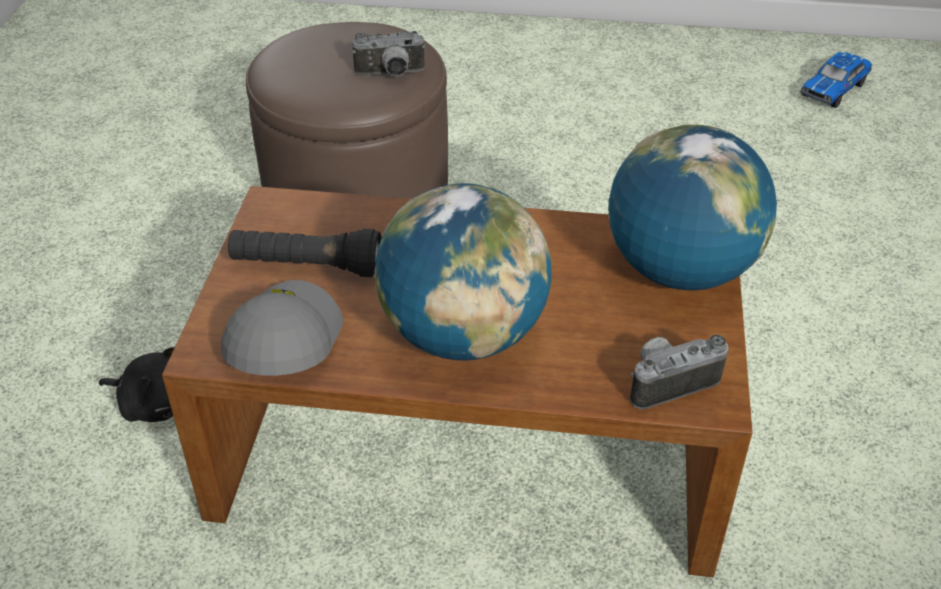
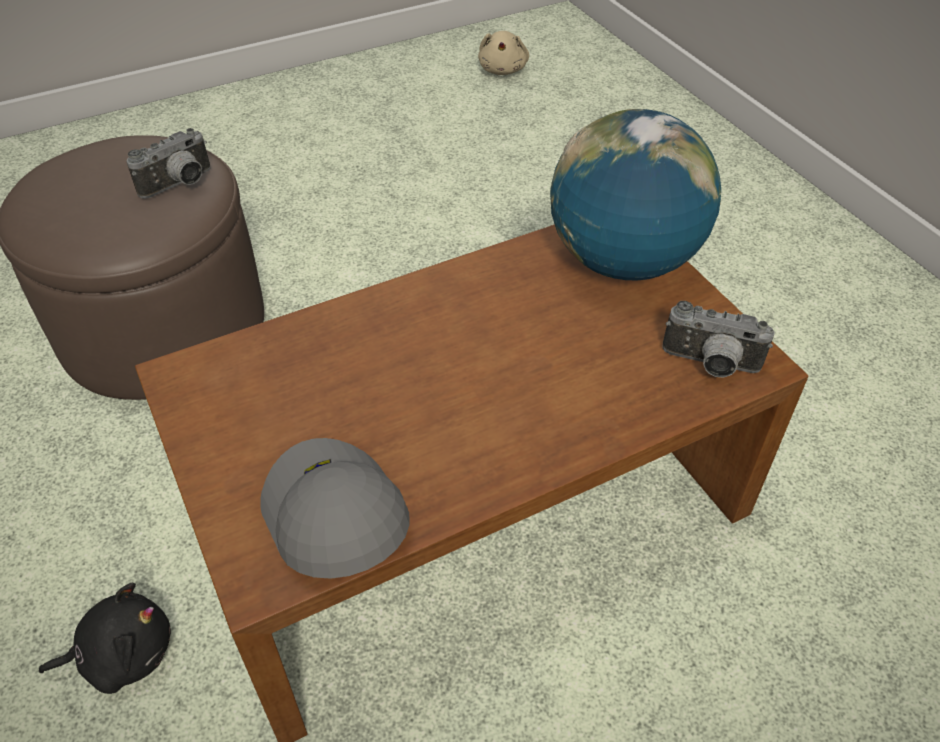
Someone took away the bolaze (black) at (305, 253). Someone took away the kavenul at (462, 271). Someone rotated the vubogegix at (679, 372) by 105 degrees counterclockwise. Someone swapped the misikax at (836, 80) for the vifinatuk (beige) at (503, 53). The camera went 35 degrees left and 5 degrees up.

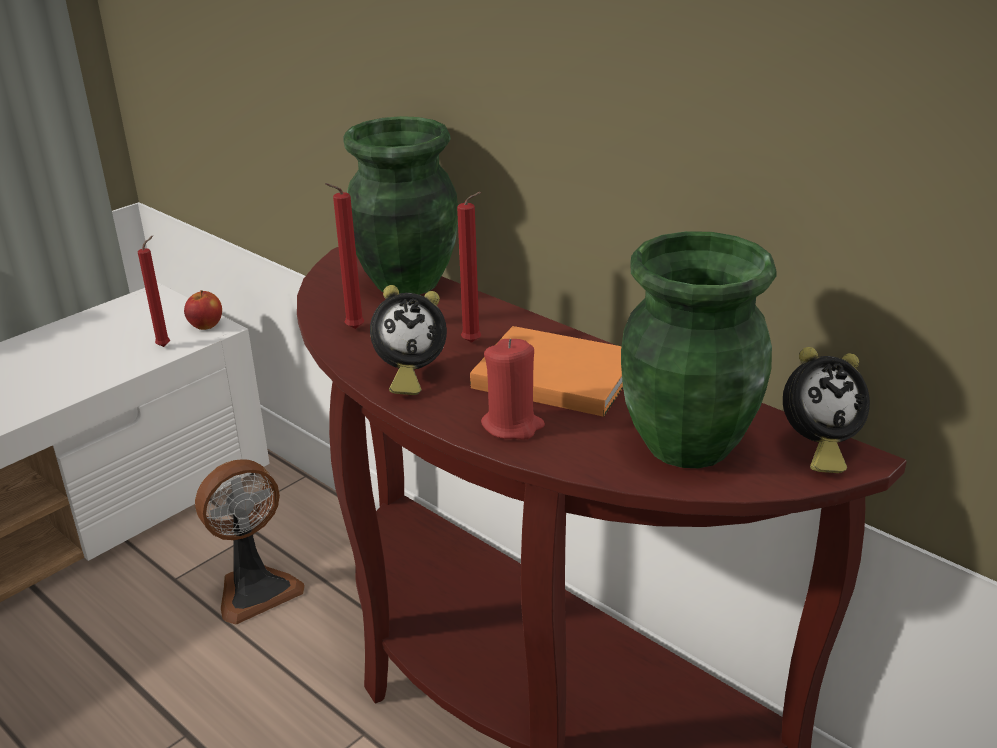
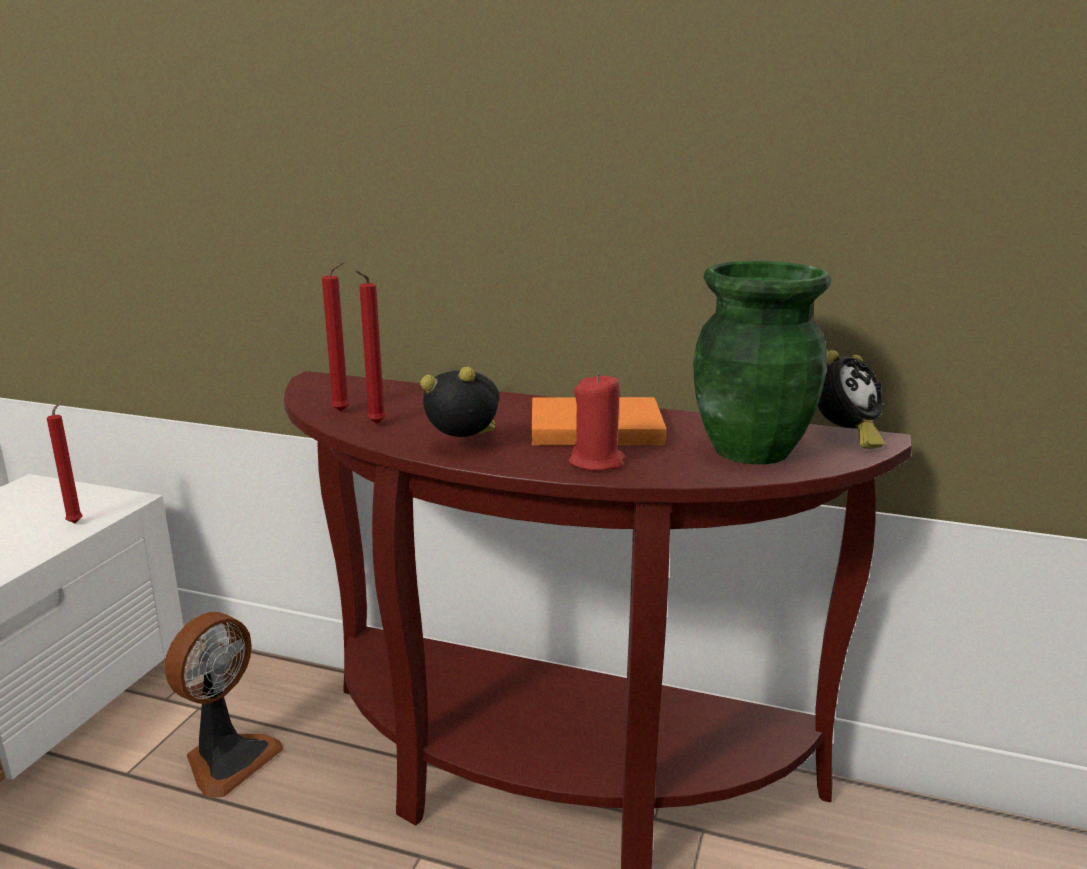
Someone took away the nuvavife at (203, 310). Someone took away the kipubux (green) at (400, 205). Someone rotated the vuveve at (408, 340) by 135 degrees counterclockwise. Someone carried the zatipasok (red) from (469, 267) to (336, 336). The camera went 25 degrees left and 10 degrees down.

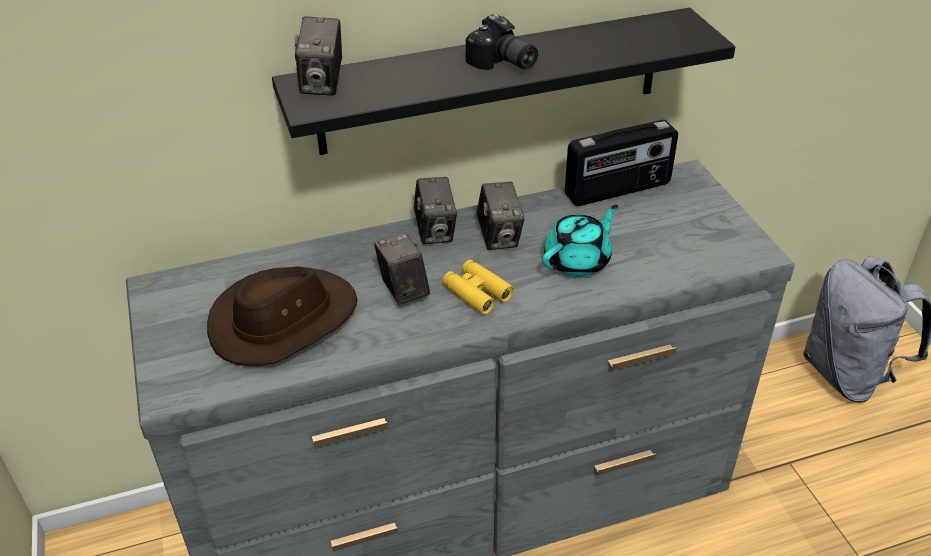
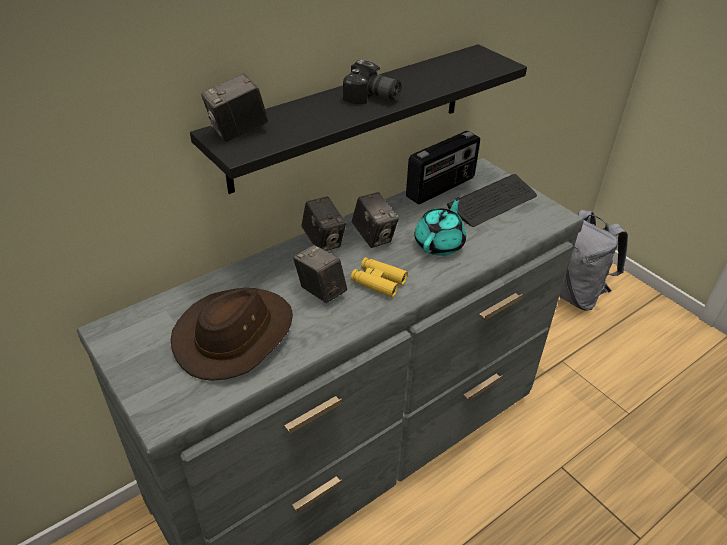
Someone rotated the vubogegix at (318, 56) by 75 degrees clockwise. Someone put down the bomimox at (492, 200). The camera went 20 degrees left and 0 degrees up.

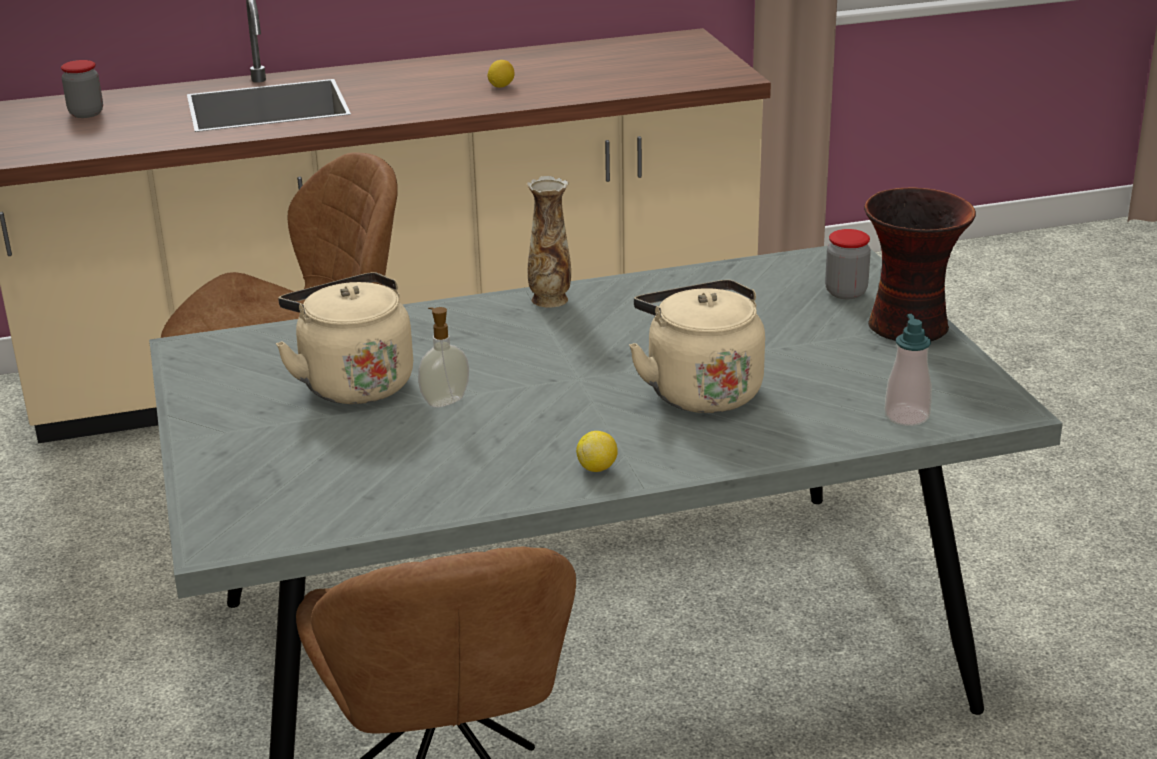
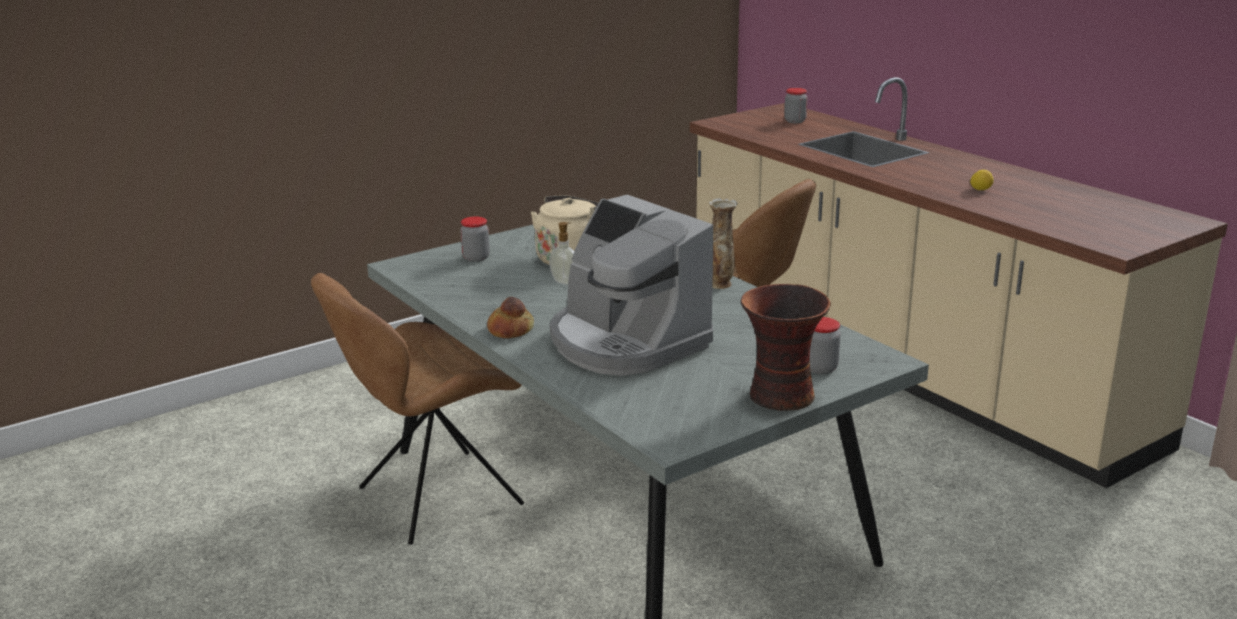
Someone swapped the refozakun at (597, 451) for the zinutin at (510, 317). Someone swapped the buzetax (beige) at (697, 346) for the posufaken at (631, 285). Someone took away the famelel at (908, 370). Someone put down the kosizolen at (475, 239). The camera went 70 degrees right and 5 degrees down.

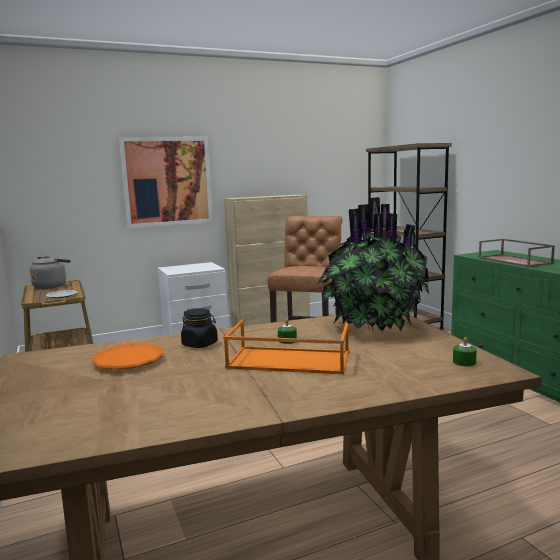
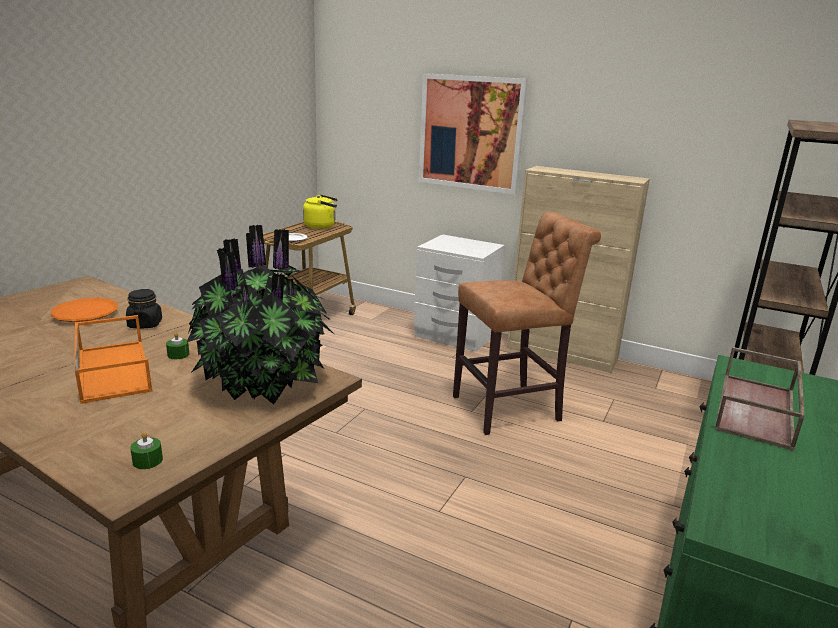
Someone repainted the buzetax (grey) at (50, 272), which became the buzetax (yellow) at (320, 212). The camera went 50 degrees right and 10 degrees up.

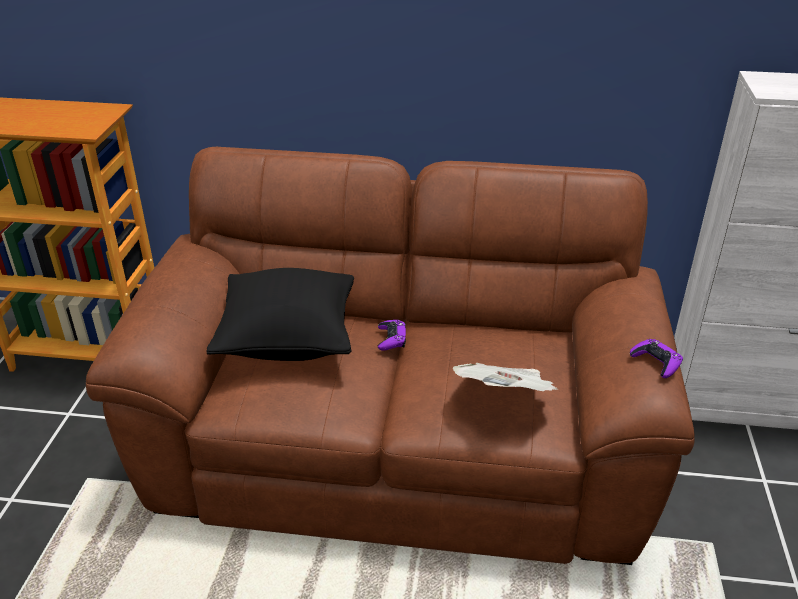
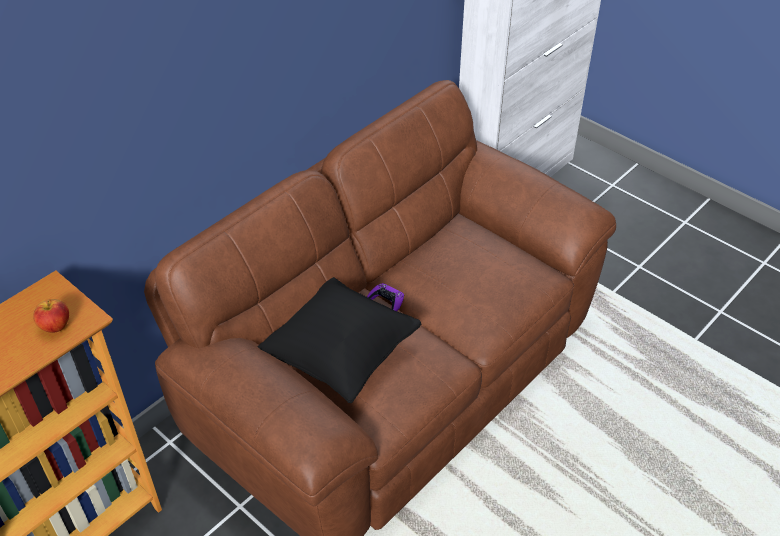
Someone took away the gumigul at (506, 377). Someone took away the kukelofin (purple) at (656, 358). Someone put down the nuvavife at (51, 316). The camera went 55 degrees left and 10 degrees up.

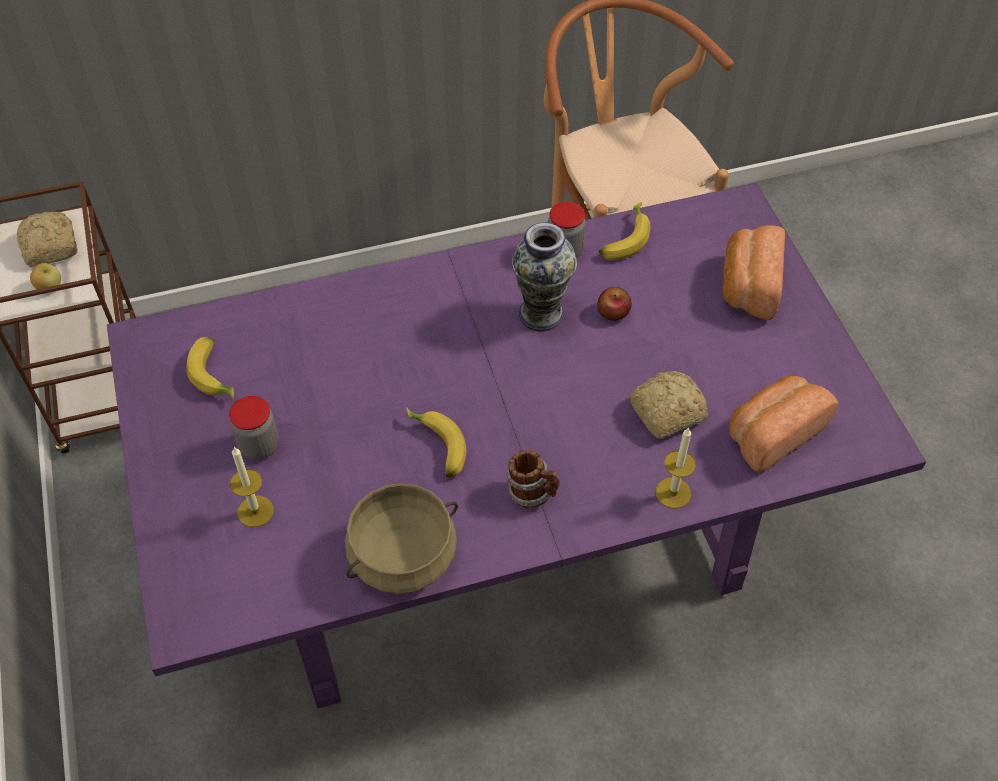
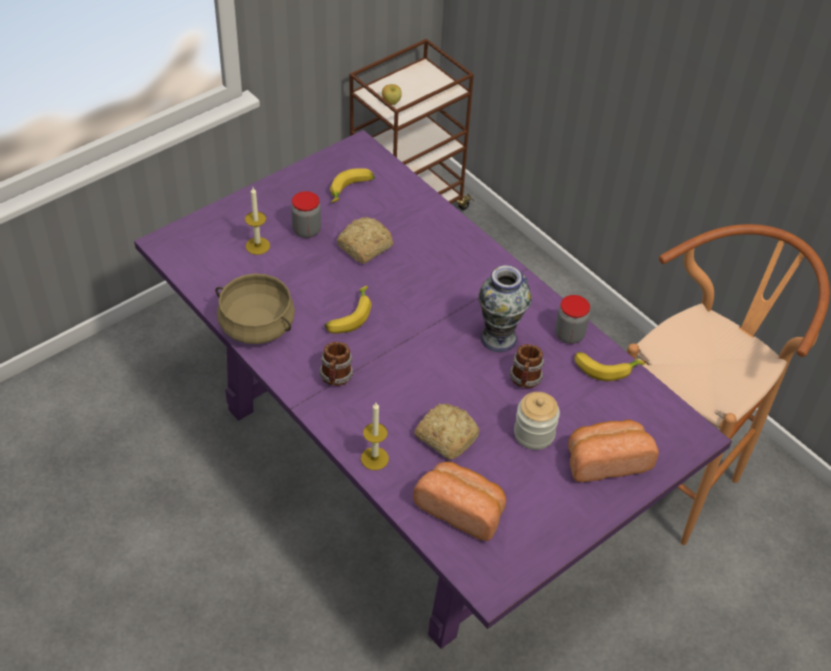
Someone carried the zinutin from (47, 239) to (365, 240). Someone swapped the nuvavife at (615, 304) for the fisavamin at (527, 366). Someone put down the kosizolen at (537, 421). The camera went 65 degrees right and 5 degrees down.

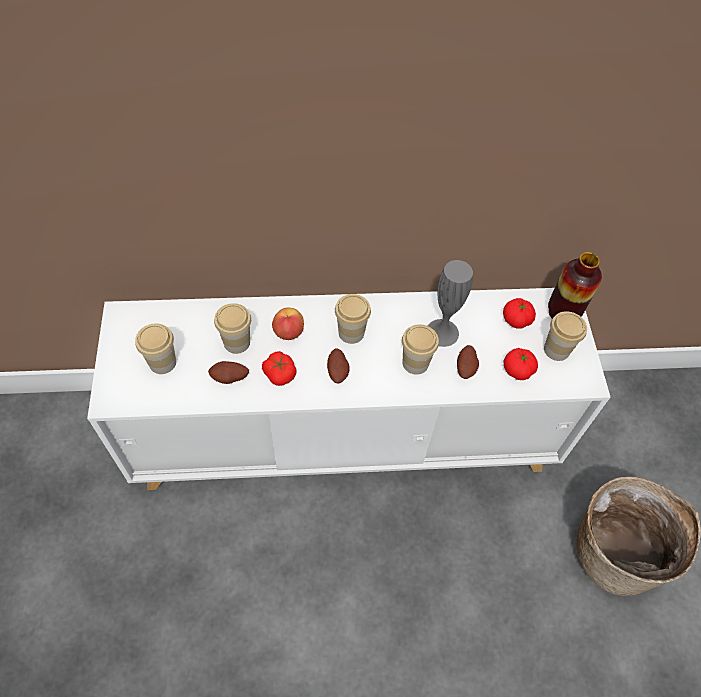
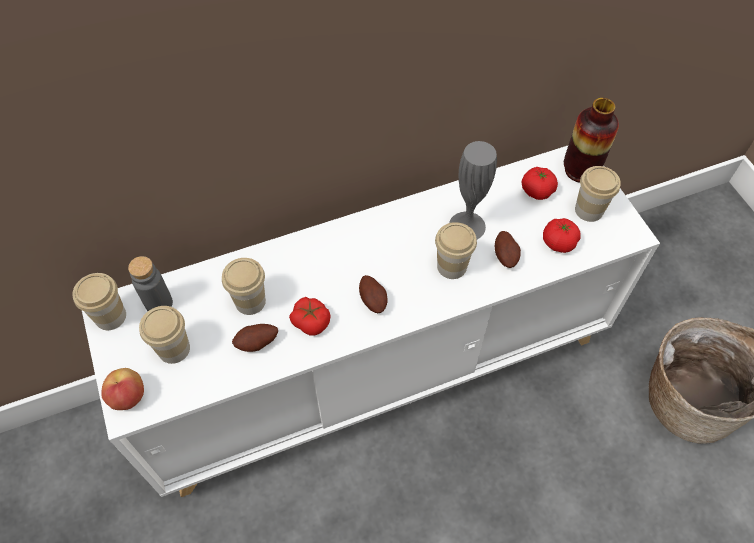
Someone carried the nuvavife from (288, 324) to (122, 389). Someone carried the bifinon from (353, 319) to (99, 301). Someone put down the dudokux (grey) at (150, 283). The camera went 15 degrees left and 0 degrees up.

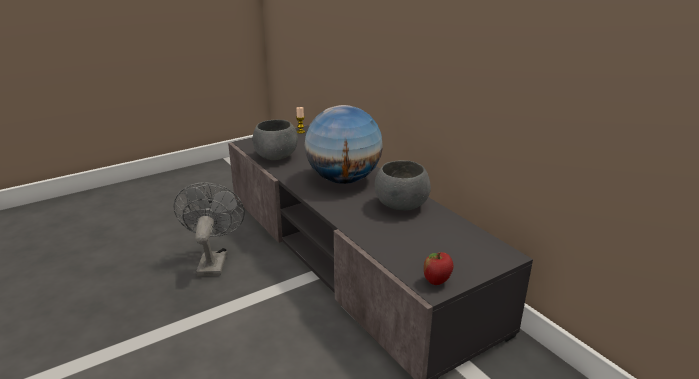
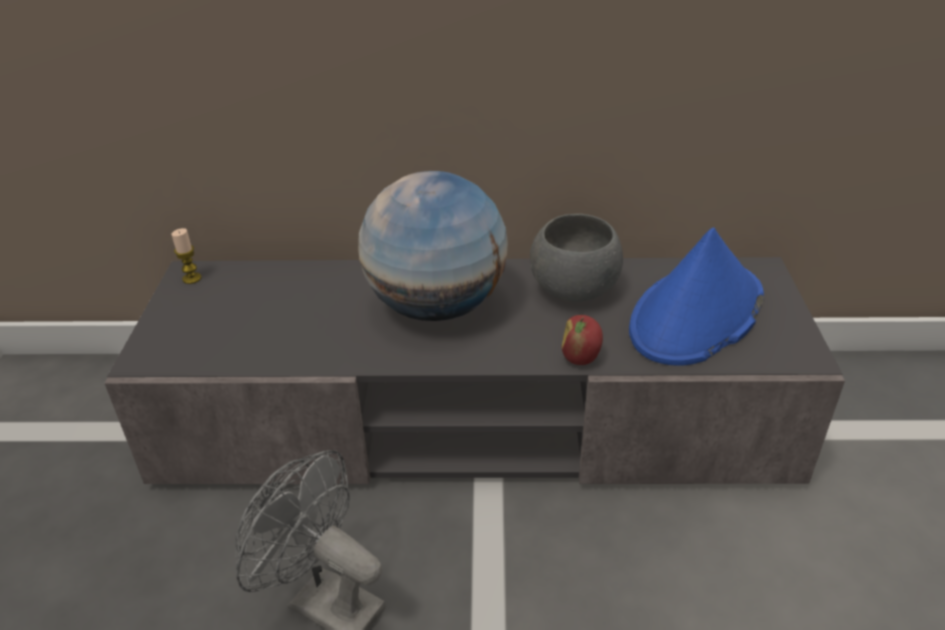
Someone took away the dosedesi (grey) at (275, 140). Someone carried the nuvavife from (438, 268) to (582, 340). Someone put down the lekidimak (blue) at (696, 297). The camera went 55 degrees left and 10 degrees up.

